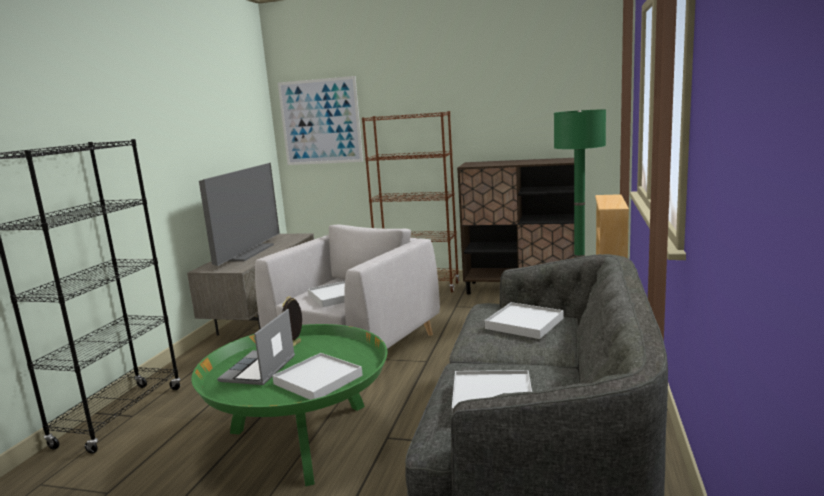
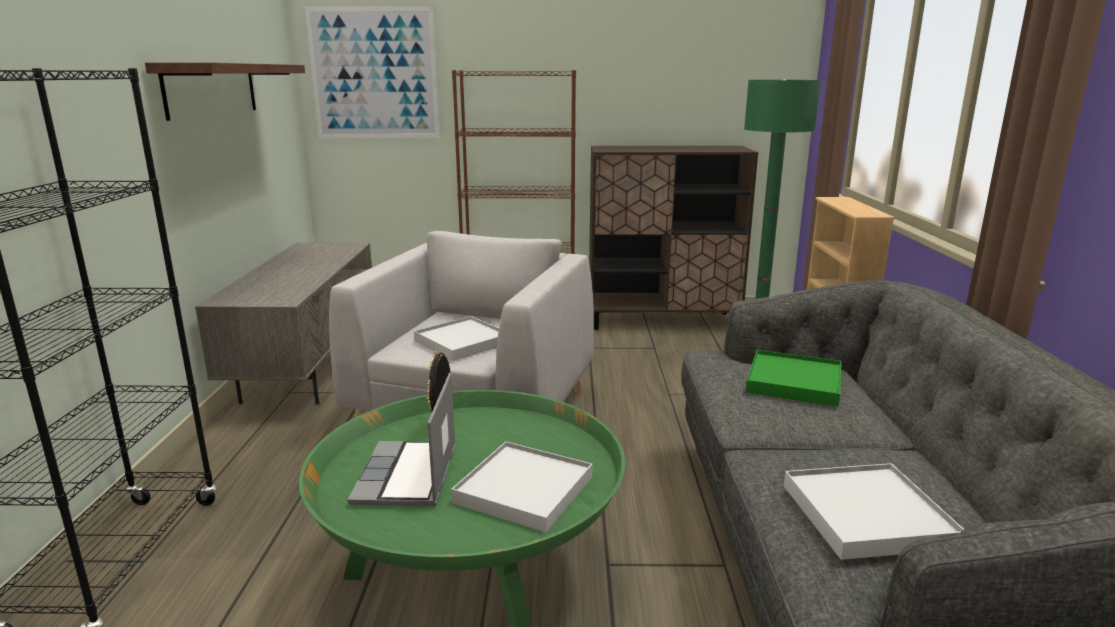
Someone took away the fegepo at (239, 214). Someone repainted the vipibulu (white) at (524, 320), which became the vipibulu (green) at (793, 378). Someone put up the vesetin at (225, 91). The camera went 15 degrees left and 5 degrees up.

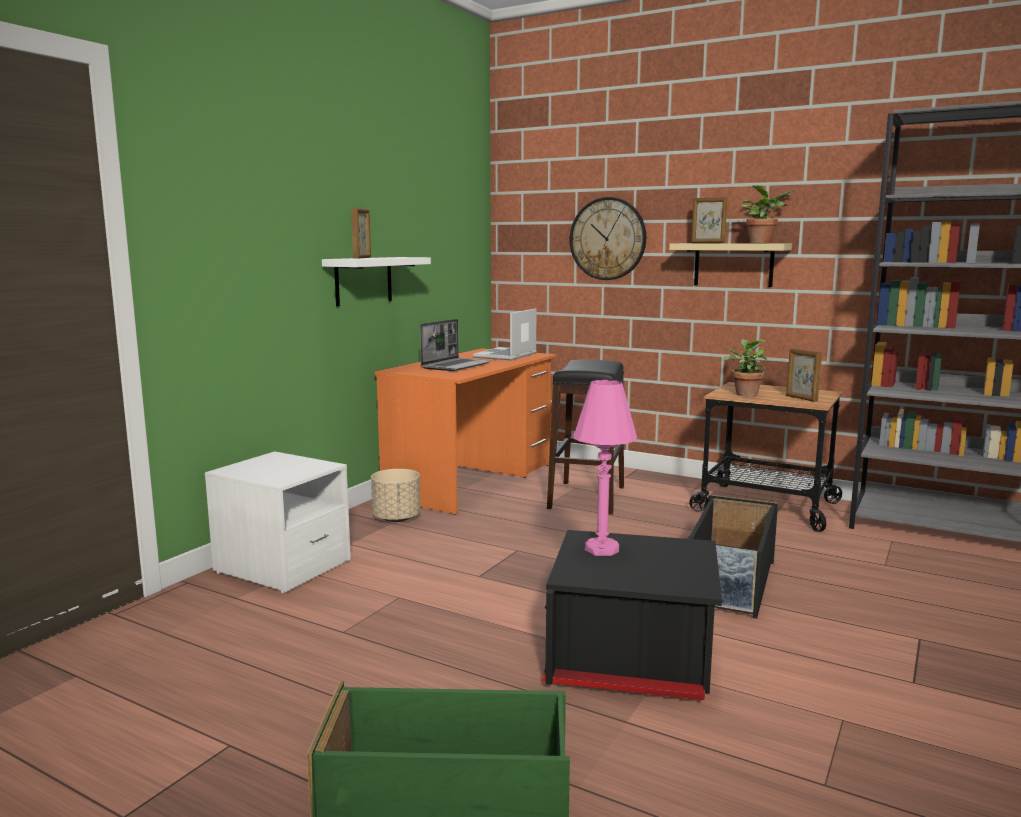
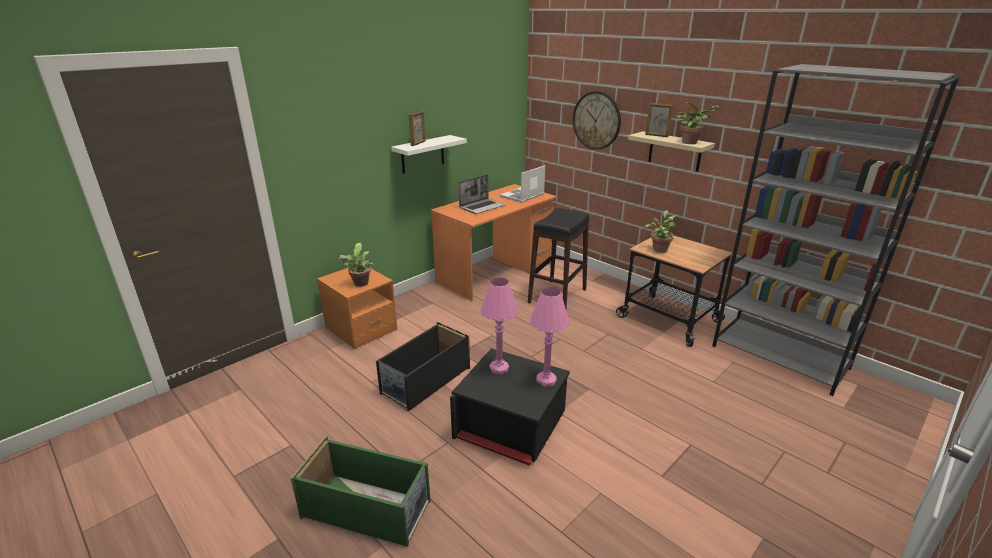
Someone repainted the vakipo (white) at (278, 522), which became the vakipo (orange) at (357, 308). Someone took away the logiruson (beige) at (395, 495). Someone carried the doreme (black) from (733, 557) to (423, 366). Someone took away the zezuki at (804, 375). Someone put down the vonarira at (356, 265). Someone put down the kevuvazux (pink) at (549, 337). The camera went 15 degrees right and 15 degrees up.

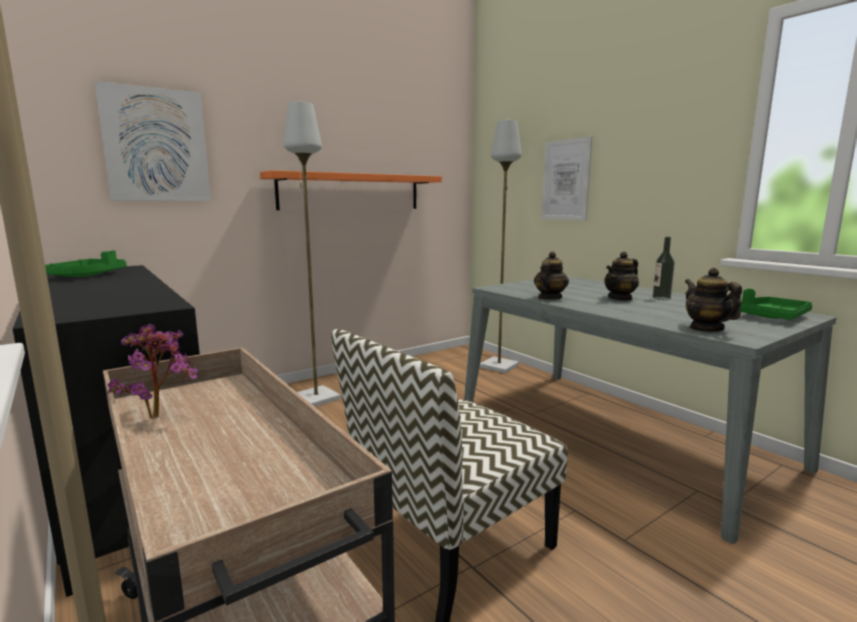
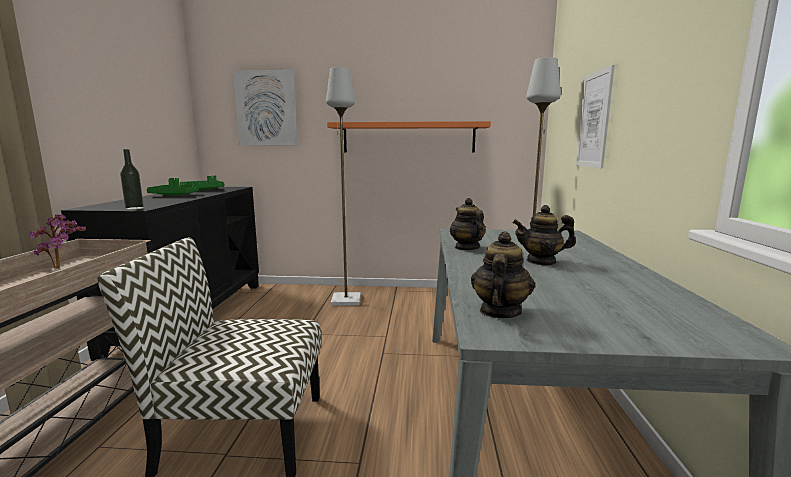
Someone rotated the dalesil at (551, 275) by 90 degrees counterclockwise. Someone carried the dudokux from (663, 268) to (132, 179). Someone carried the vipibulu (green) from (776, 304) to (173, 187). The camera went 40 degrees right and 0 degrees up.

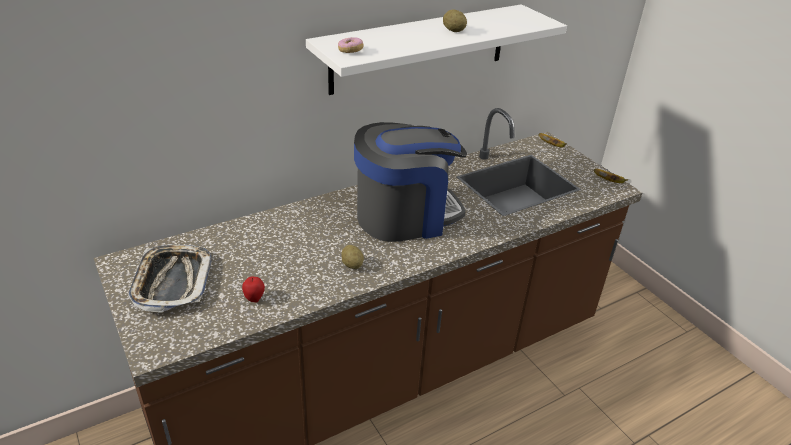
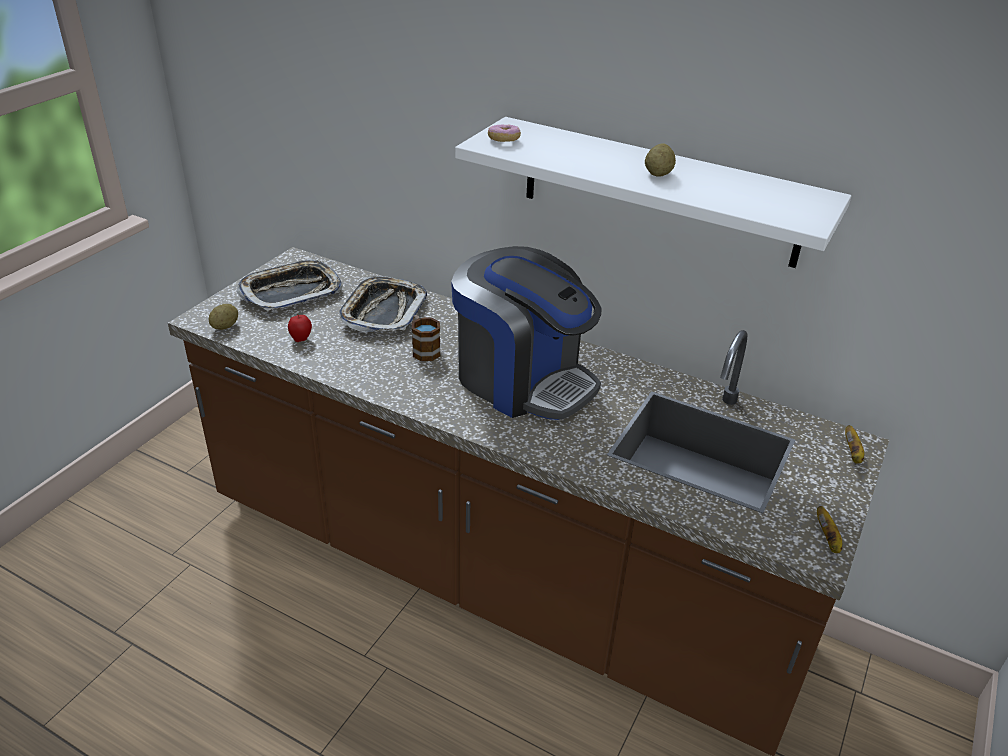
Someone carried the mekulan from (352, 257) to (223, 317). Someone put down the vipibulu at (383, 304). Someone put down the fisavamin at (426, 338). The camera went 60 degrees right and 0 degrees up.

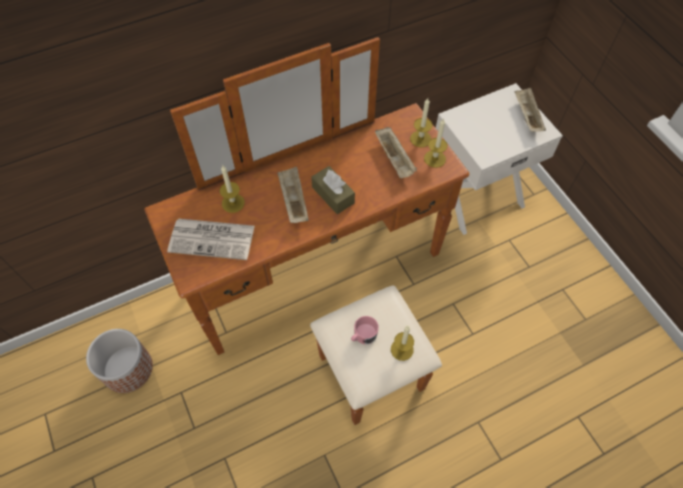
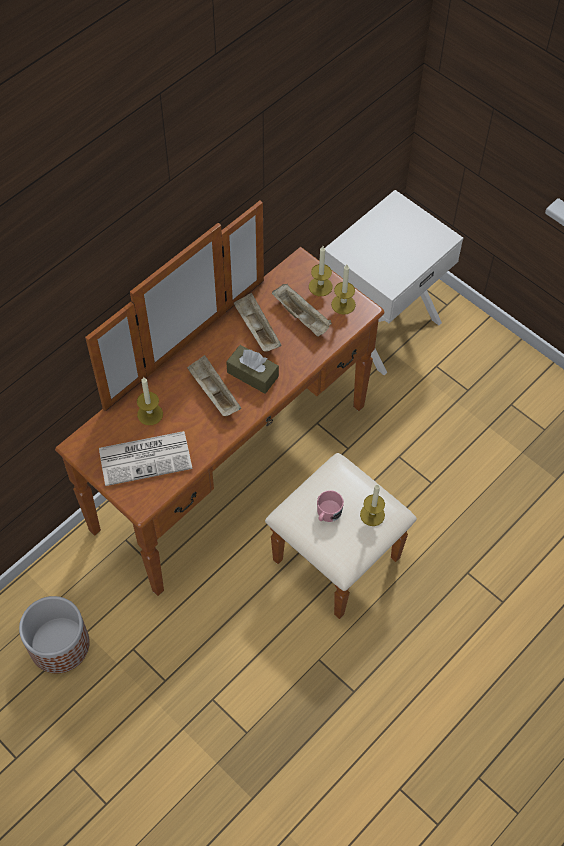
Someone carried the vipibulu (beige) from (530, 110) to (257, 322). The camera went 20 degrees left and 0 degrees up.

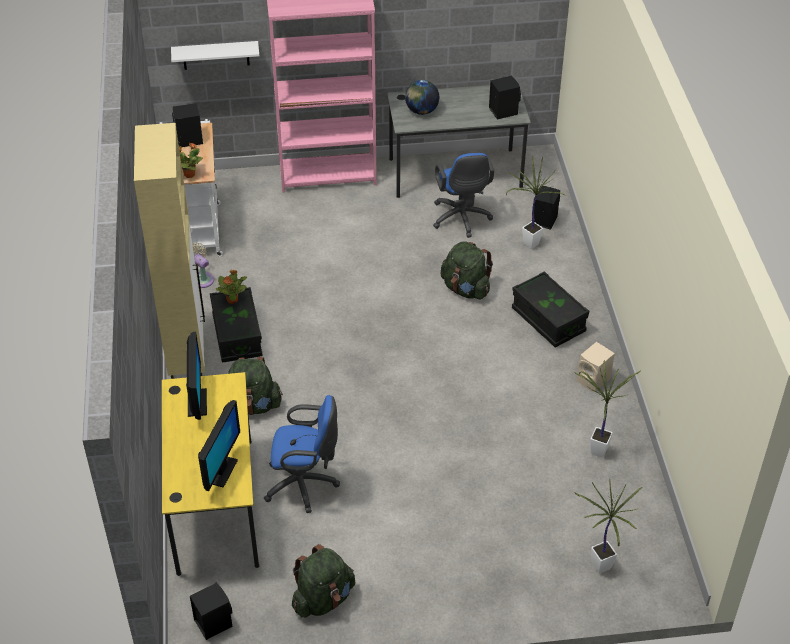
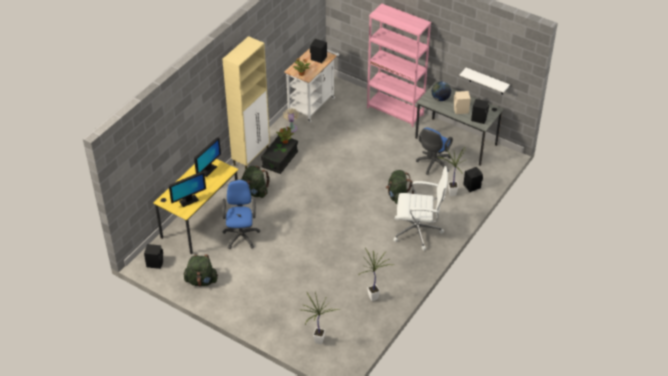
Someone carried the vesetin (white) from (215, 55) to (485, 81). Someone rotated the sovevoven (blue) at (302, 454) by 135 degrees counterclockwise. Someone swapped the doreme (black) at (550, 309) for the sovevoven (white) at (420, 208). Someone carried the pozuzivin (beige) from (596, 367) to (462, 102). The camera went 40 degrees right and 0 degrees up.

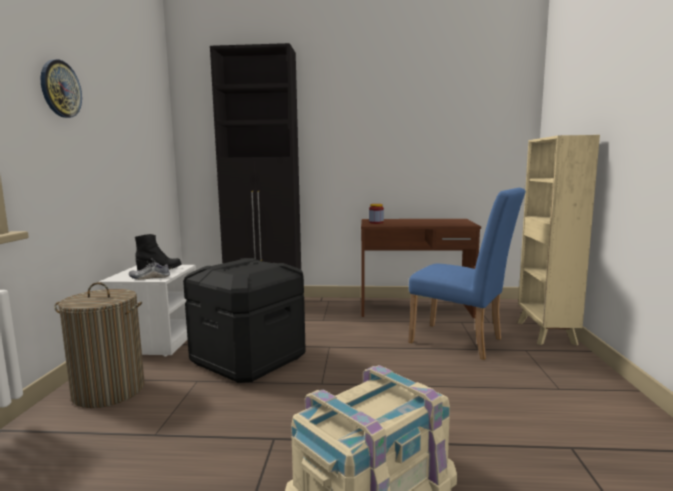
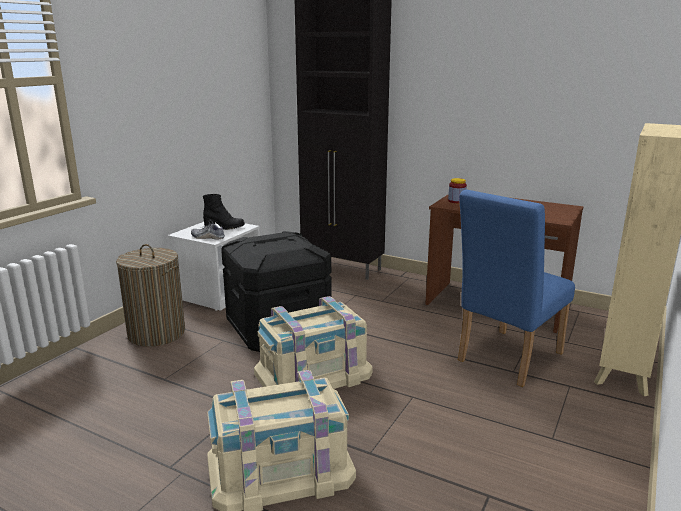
Someone took away the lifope at (61, 89). Someone rotated the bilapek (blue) at (467, 274) by 75 degrees clockwise. Someone put down the doreme (beige) at (313, 342). The camera went 25 degrees right and 10 degrees up.

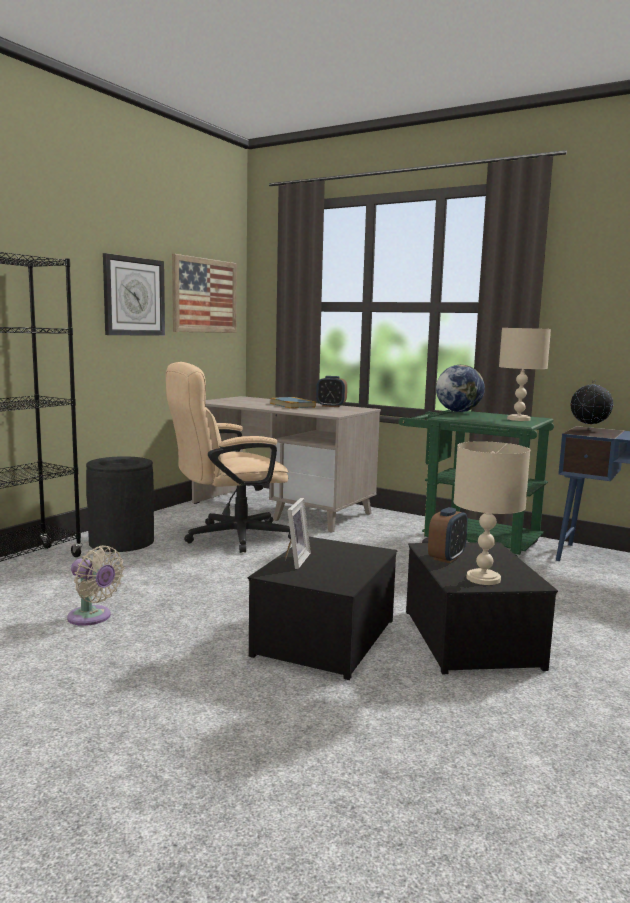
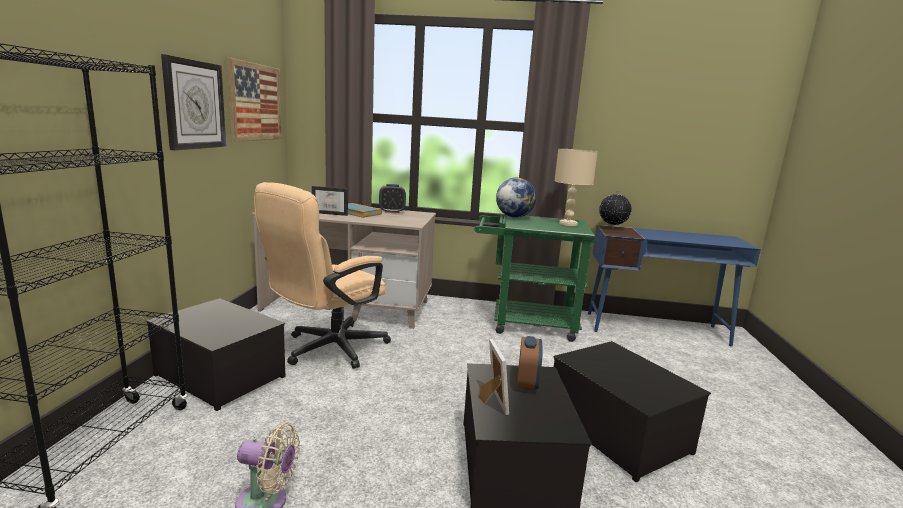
Someone swapped the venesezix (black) at (120, 504) for the doreme at (216, 354). Someone carried the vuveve from (448, 535) to (530, 363). Someone took away the kevuvazux (beige) at (491, 513). Someone put down the zezuki at (330, 201). The camera went 25 degrees left and 5 degrees up.

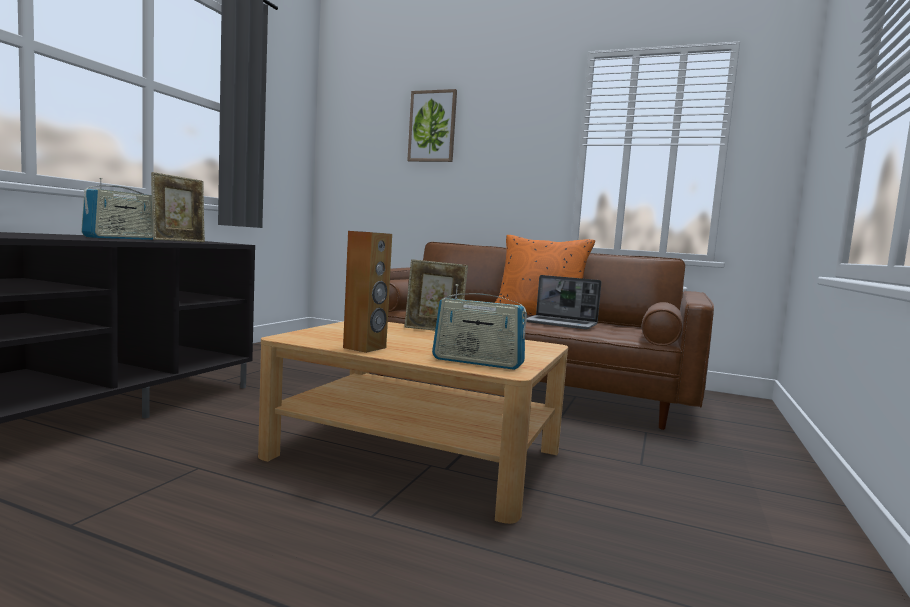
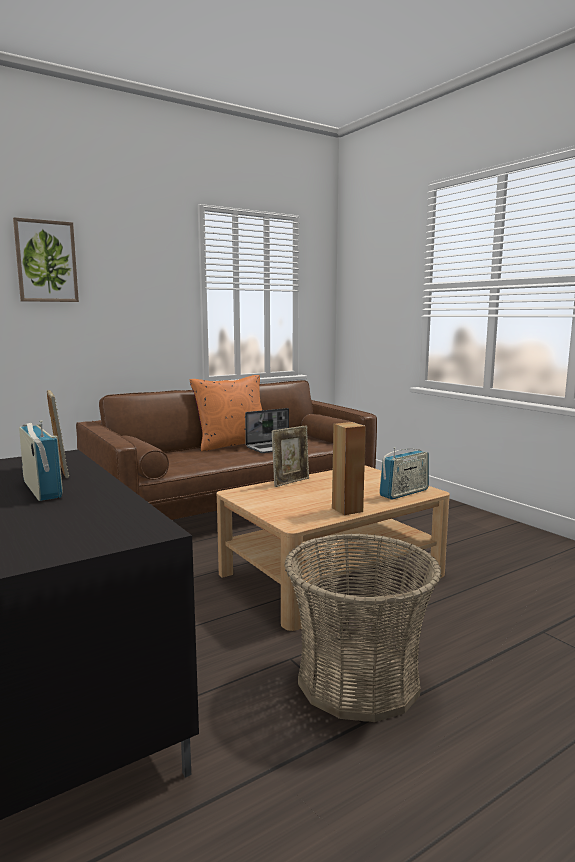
Someone put down the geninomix at (363, 627). The camera went 55 degrees left and 5 degrees up.

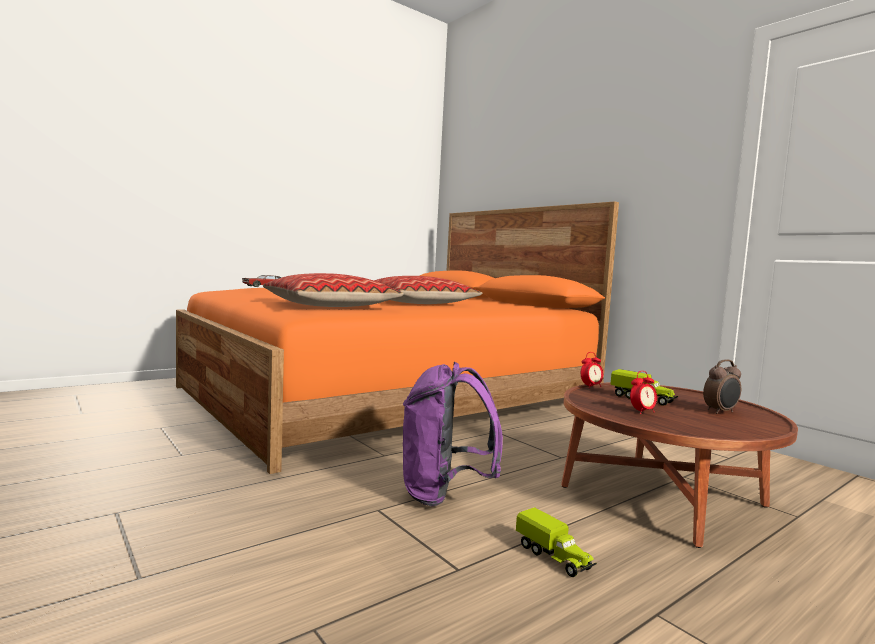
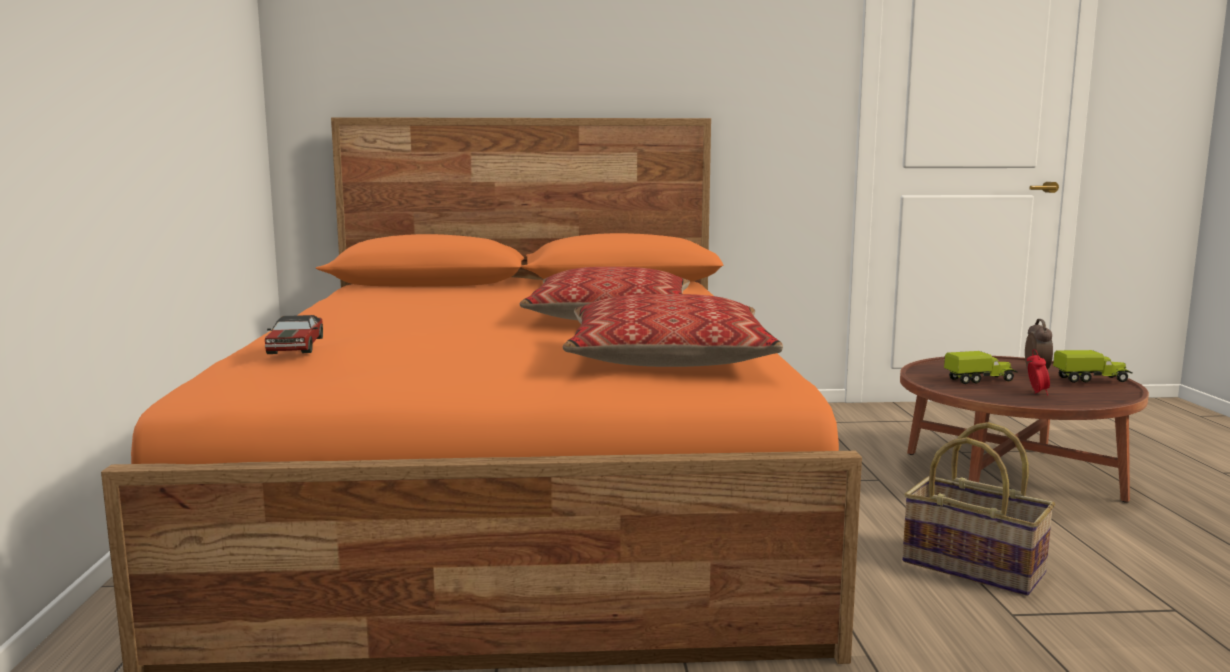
Someone swapped the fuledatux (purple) at (453, 434) for the geninomix at (978, 509). Someone carried the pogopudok from (556, 542) to (1093, 366). Someone took away the vuveve at (592, 369). The camera went 55 degrees left and 5 degrees up.

